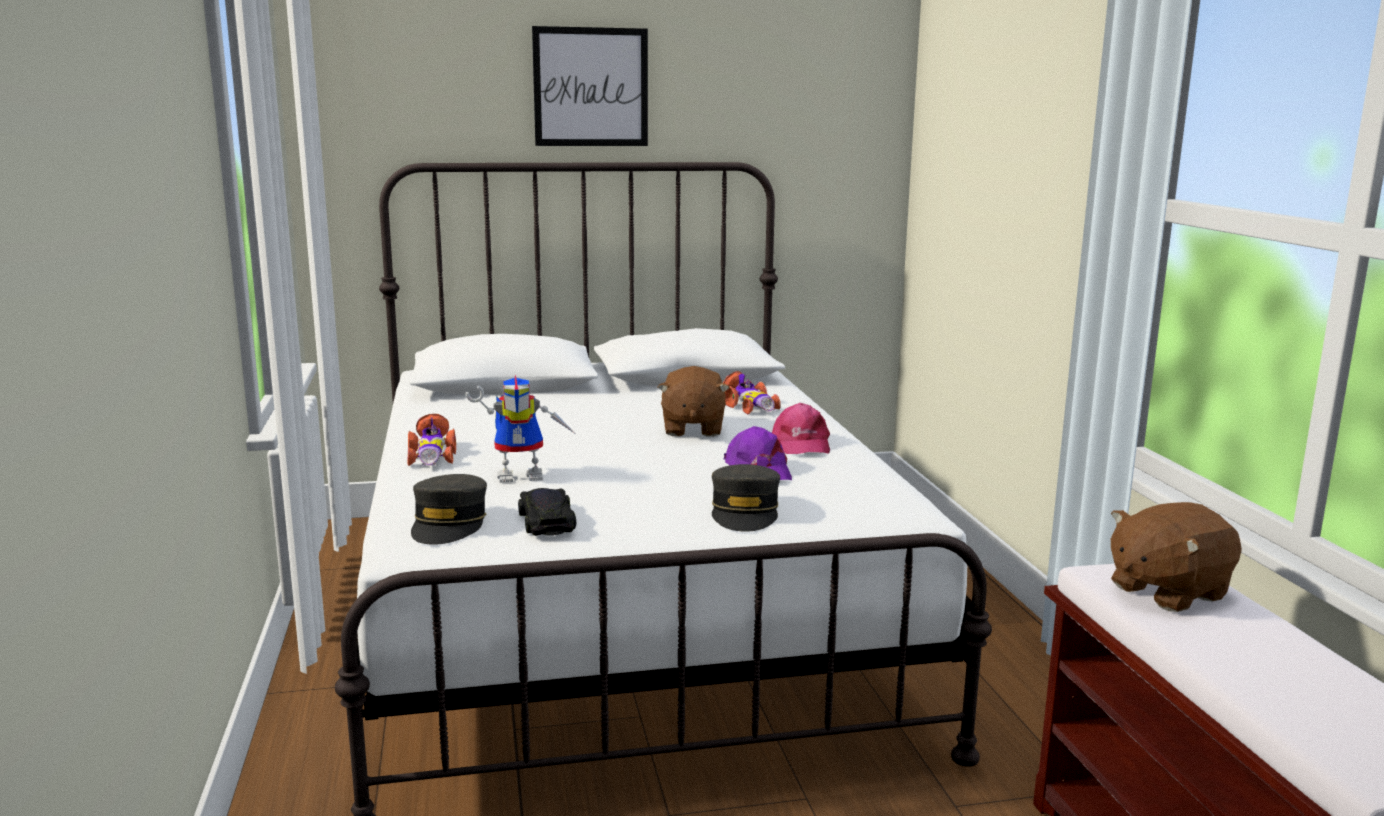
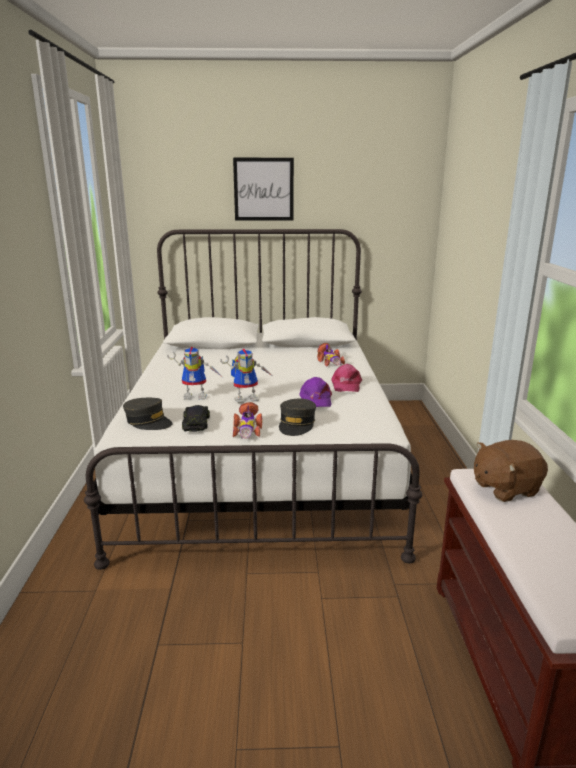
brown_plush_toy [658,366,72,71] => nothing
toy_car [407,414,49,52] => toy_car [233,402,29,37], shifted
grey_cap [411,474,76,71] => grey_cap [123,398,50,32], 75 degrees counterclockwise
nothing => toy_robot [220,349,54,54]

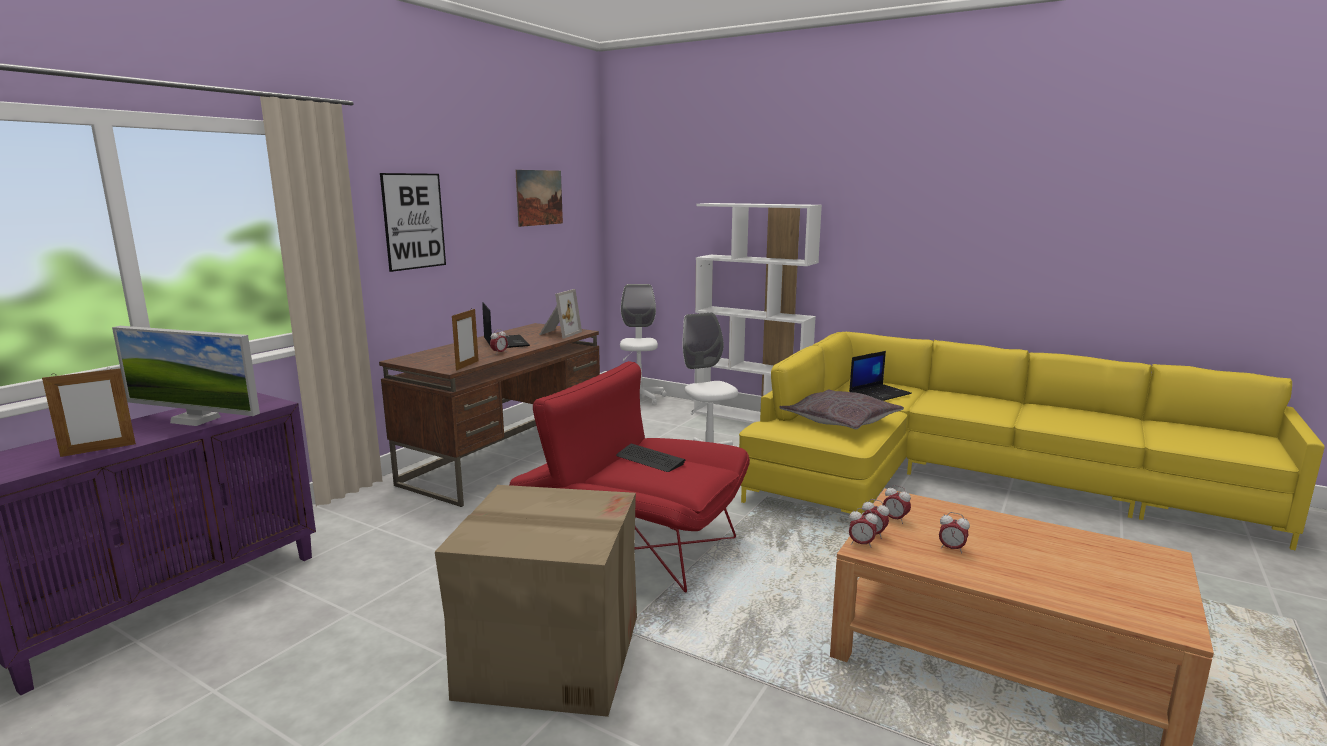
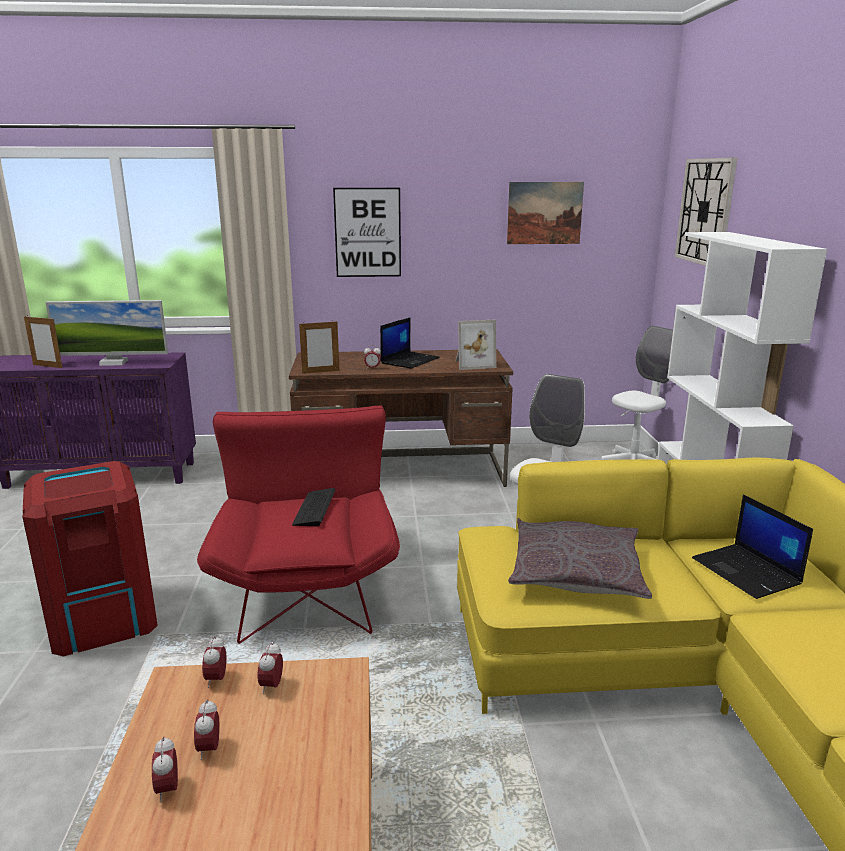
monitor [112,326,148,100] => monitor [46,300,122,66], 75 degrees counterclockwise
laptop [849,351,63,50] => laptop [692,494,121,105], 45 degrees clockwise
cardboard_box [435,485,202,232] => red_trash_can [22,461,136,195]
alarm_clock [849,508,29,40] => alarm_clock [152,737,26,65], shifted
nothing => wall_clock [675,158,62,108]

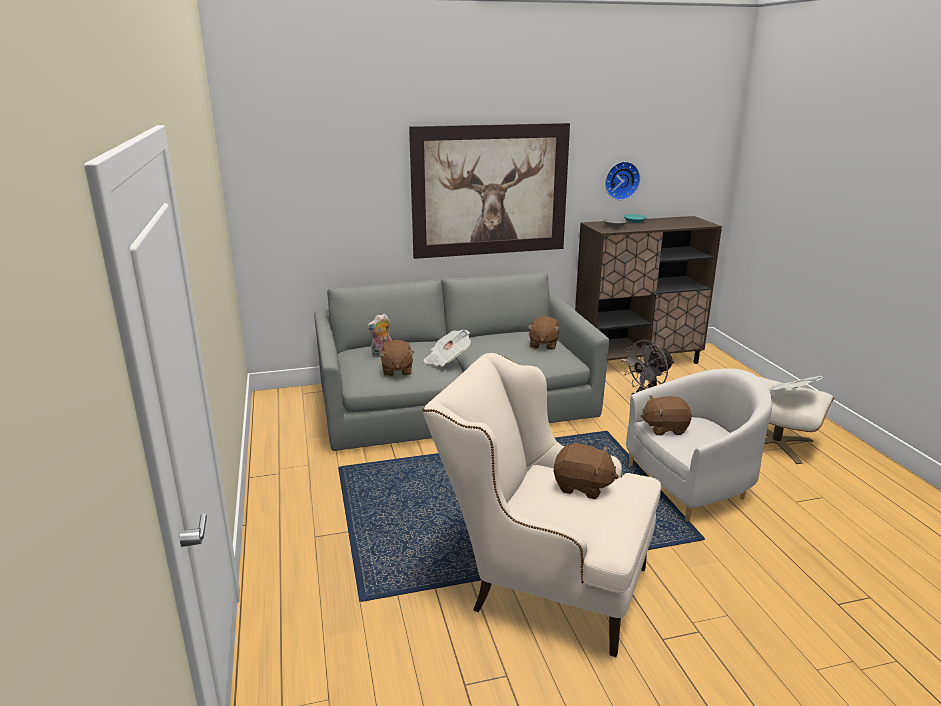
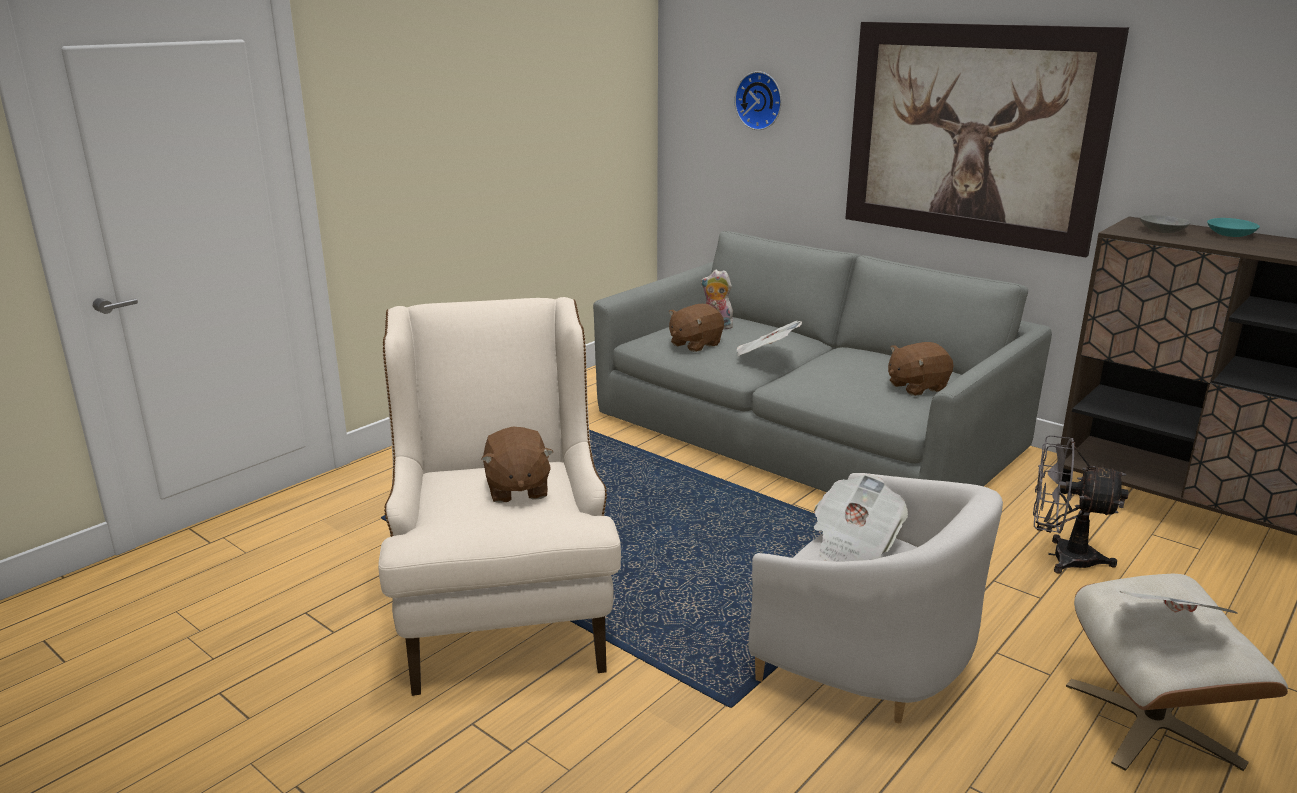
wall_clock [605,161,35,39] => wall_clock [735,71,47,59], shifted
brown_plush_toy [641,395,51,40] => newspaper [814,474,94,88]

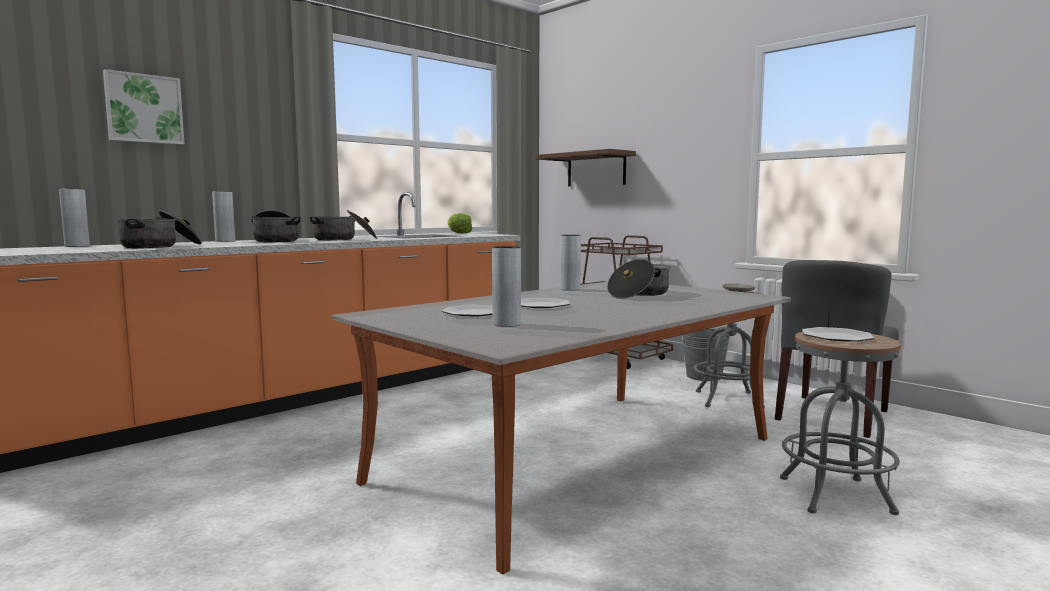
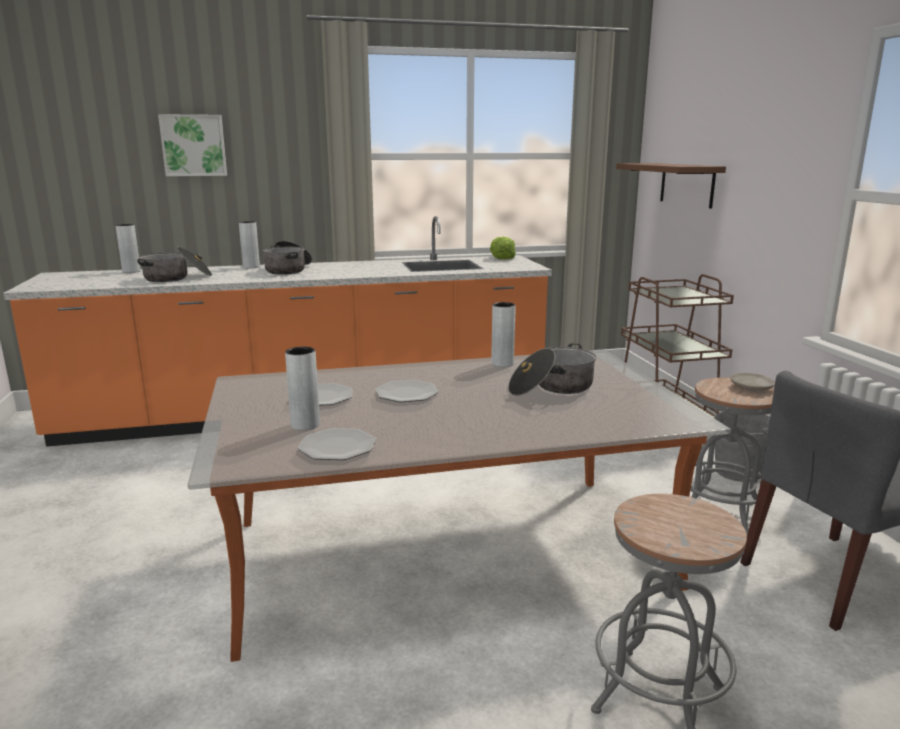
cooking_pot [310,210,67,30] => nothing
plate [802,327,73,14] => plate [298,428,78,32], shifted

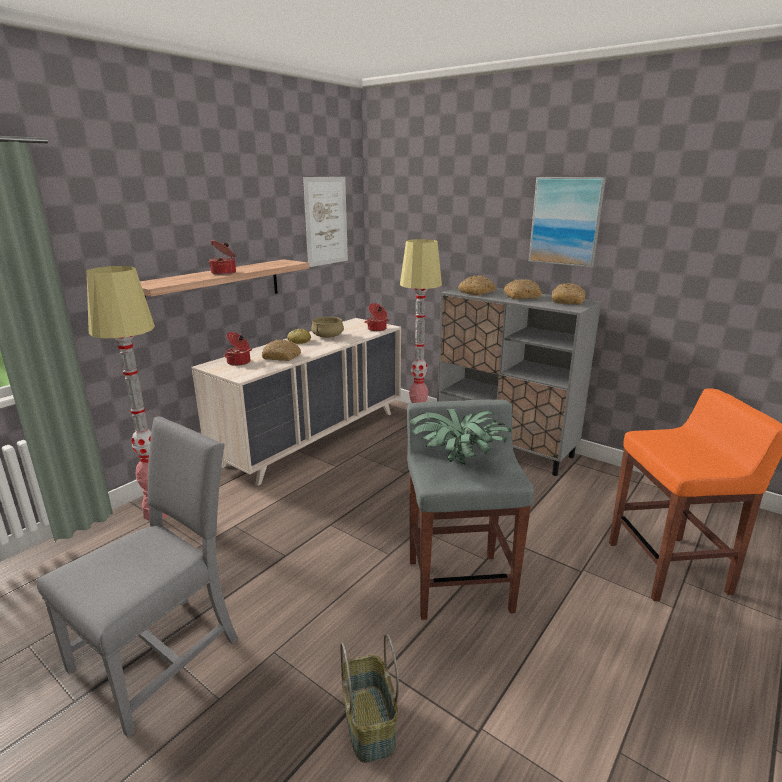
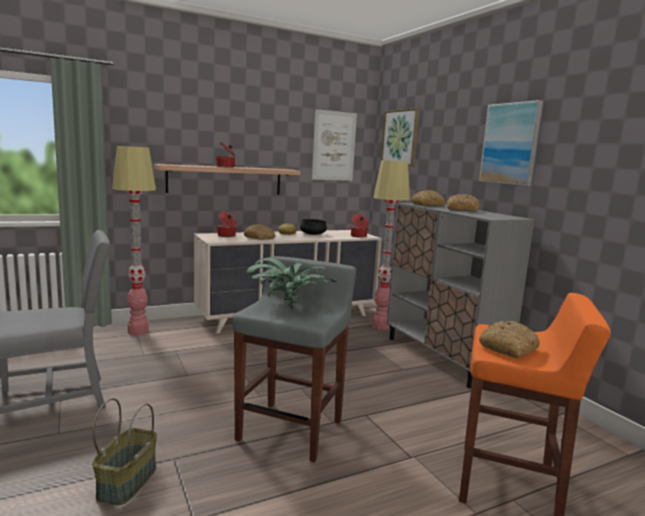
bread [552,283,33,22] => bread [479,321,61,37], shifted
beige_cooking_pot [311,317,33,21] => black_cooking_pot [300,219,27,16]
nothing => picture [381,108,39,58]

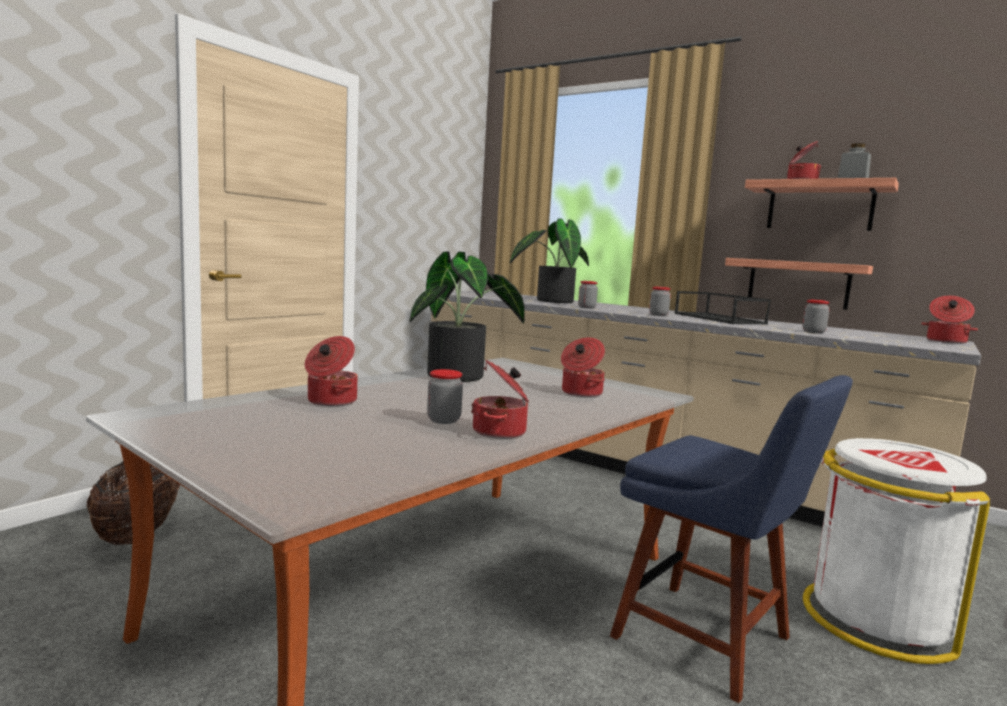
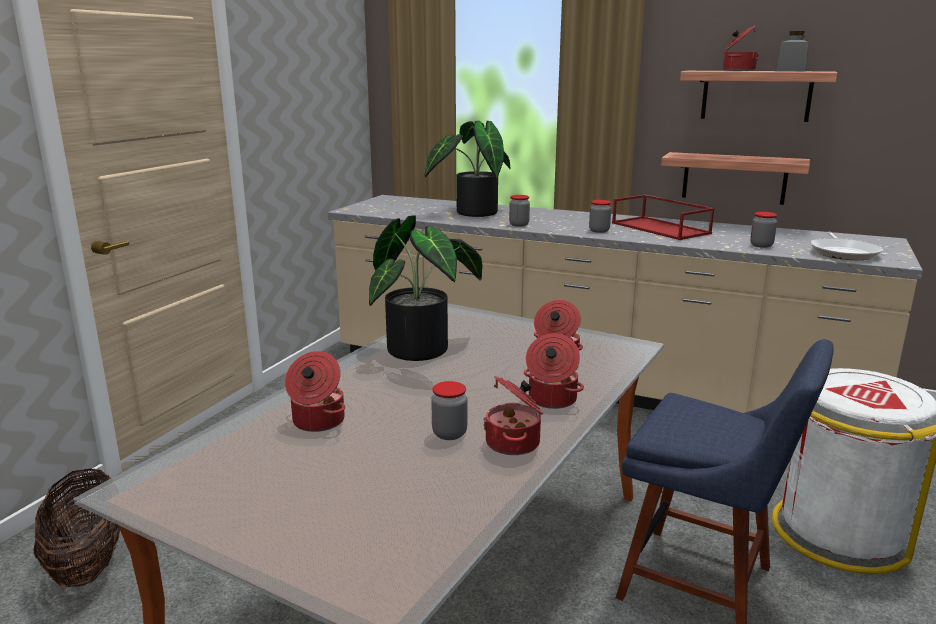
black_tray [675,291,96,34] => red_tray [612,195,103,45]
cooking_pot [921,296,57,48] => cooking_pot [524,333,60,76], shifted
nothing => frying_pan [810,232,73,28]

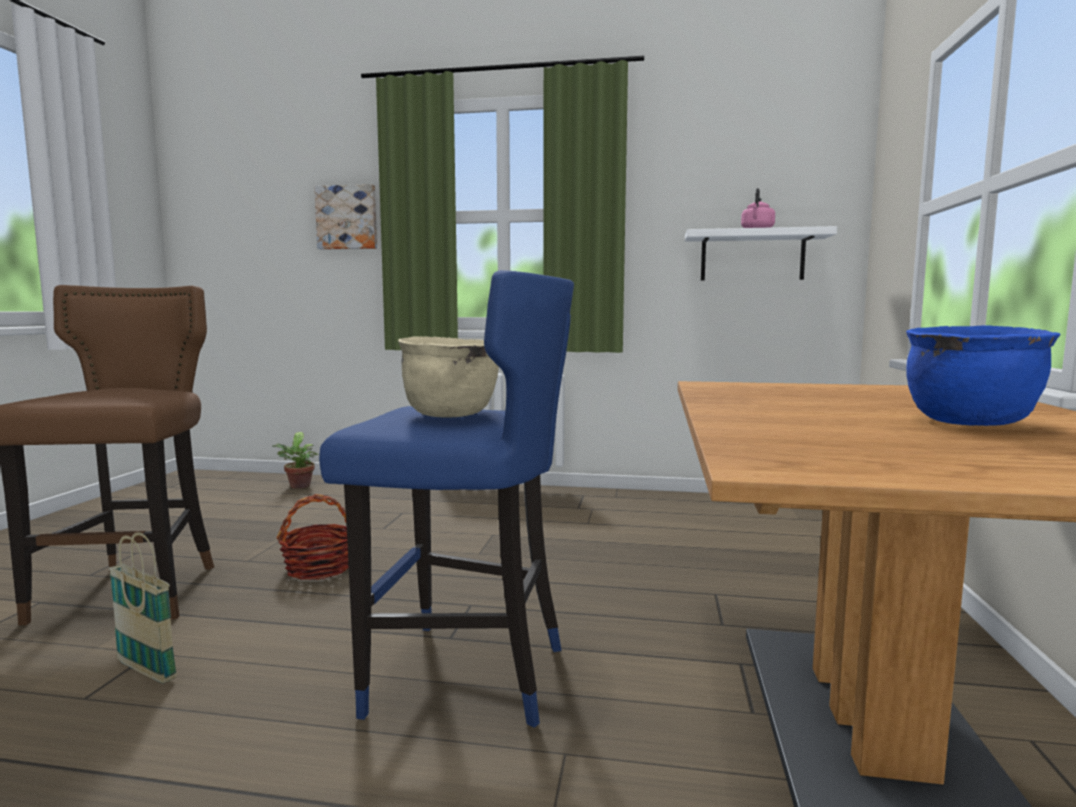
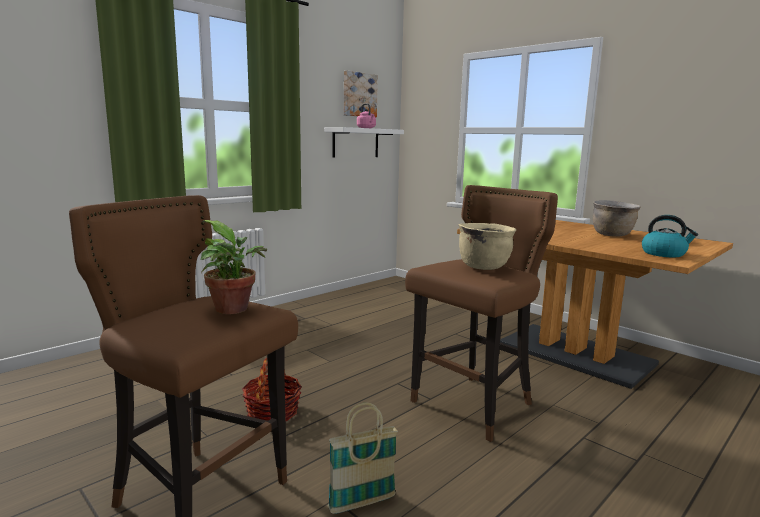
picture [314,184,63,66] => picture [344,71,34,46], shifted
blue_stool [319,270,255,458] => brown_stool [405,185,153,257]
blue_cooking_pot [906,325,155,101] => brown_cooking_pot [593,200,48,37]
potted_plant [272,432,47,57] => potted_plant [201,220,66,94], shifted
nothing => kettle [642,215,56,42]

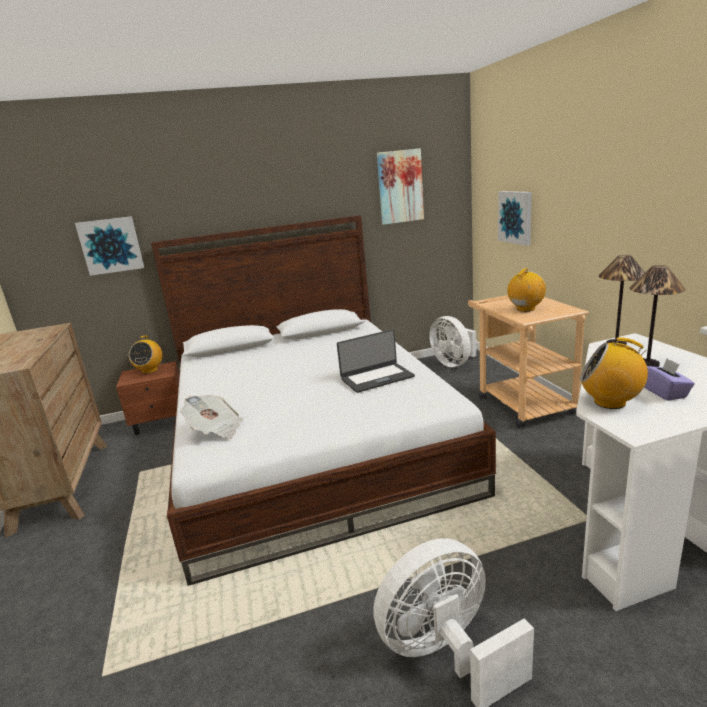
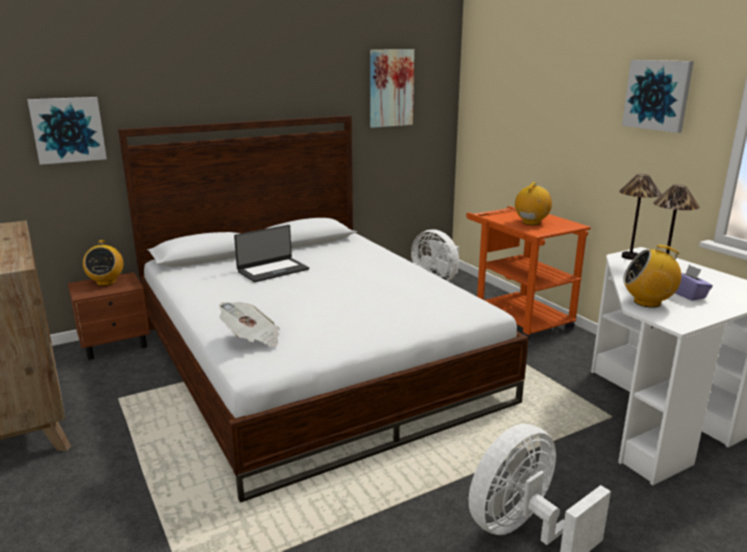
picture [498,191,34,55] => picture [622,60,72,73], shifted
beige_cart [468,295,121,133] => orange_cart [466,206,125,133]
laptop [337,329,78,64] => laptop [234,225,75,57], shifted

